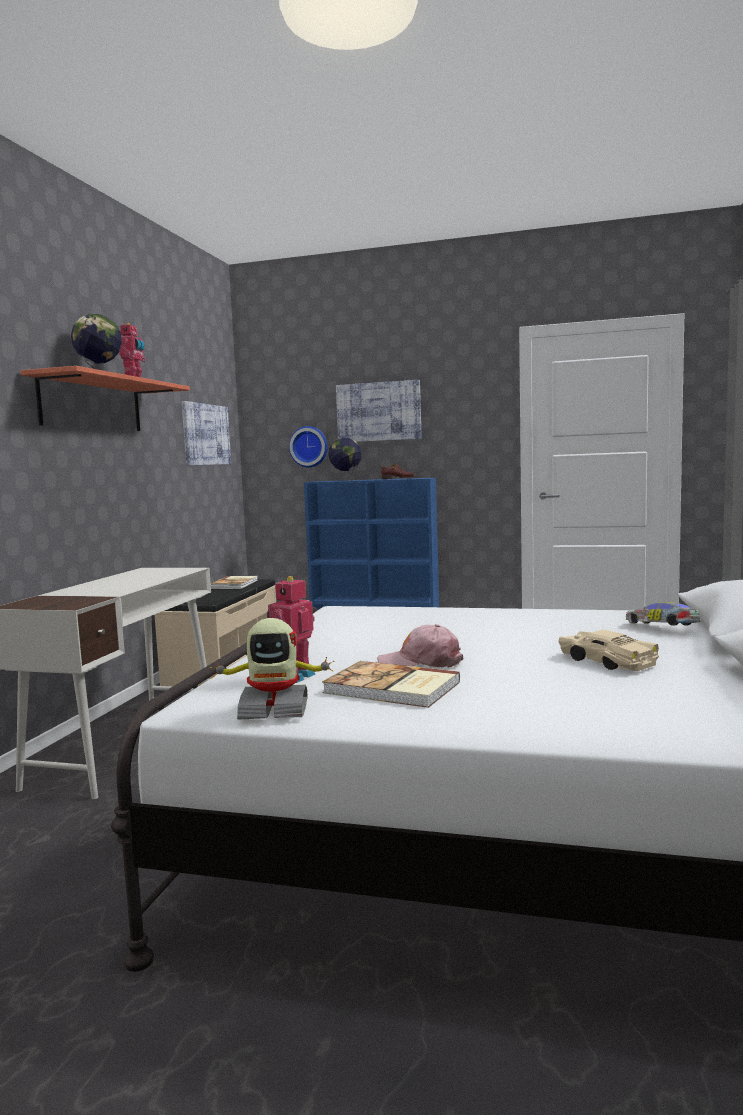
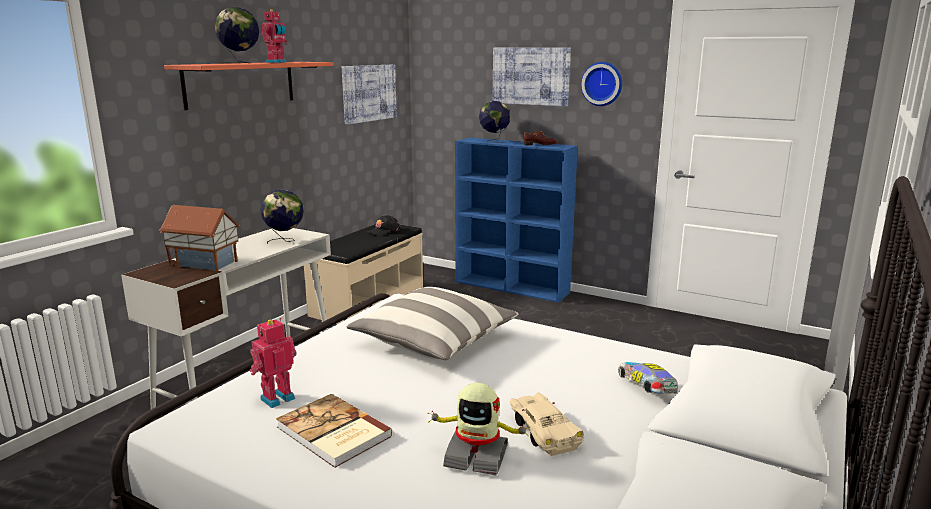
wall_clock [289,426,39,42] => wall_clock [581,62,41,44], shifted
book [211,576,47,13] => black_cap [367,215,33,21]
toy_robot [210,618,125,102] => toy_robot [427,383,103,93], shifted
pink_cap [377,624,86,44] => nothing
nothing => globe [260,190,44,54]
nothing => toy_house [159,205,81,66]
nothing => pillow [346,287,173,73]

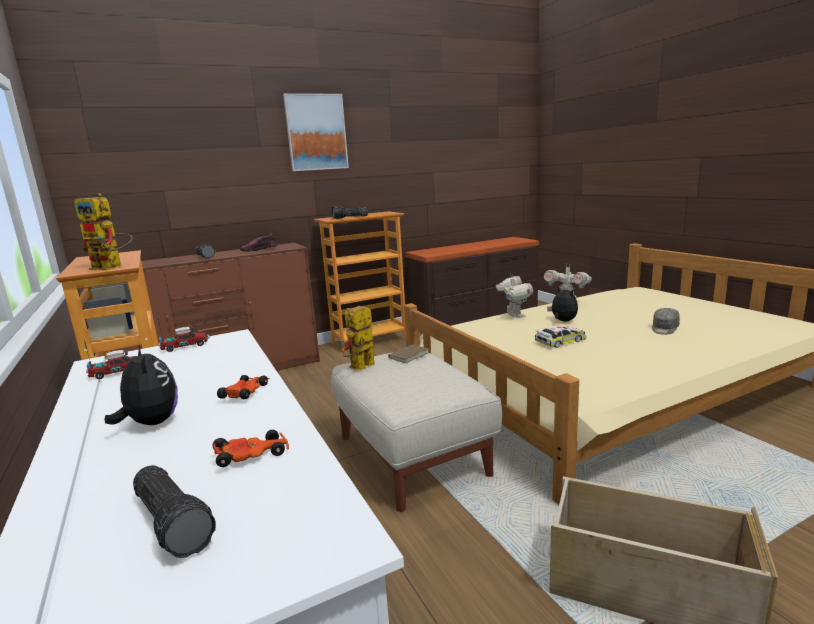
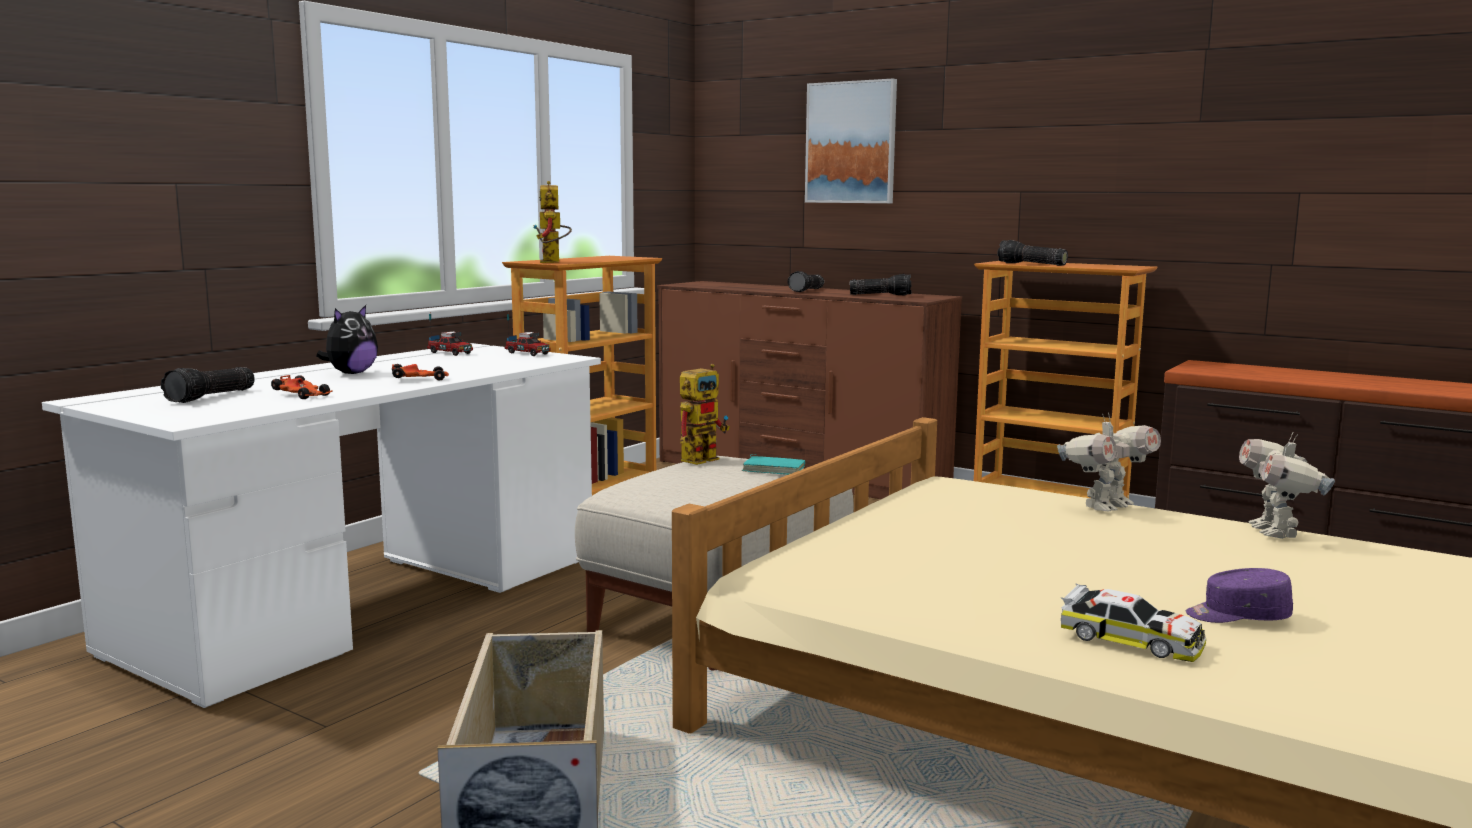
picture [283,93,66,78] => picture [805,79,92,124], shifted
shoe [240,232,38,20] => flashlight [850,274,61,21]
plush_toy [547,286,31,35] => nothing
toy_robot [340,306,35,64] => toy_robot [680,364,50,101], 120 degrees clockwise
grey_cap [652,308,28,27] => purple_cap [1186,568,107,55]
toy_car [535,326,51,22] => toy_car [1061,584,145,78], shifted
brown_book [386,345,43,18] => turquoise_book [742,454,63,21]

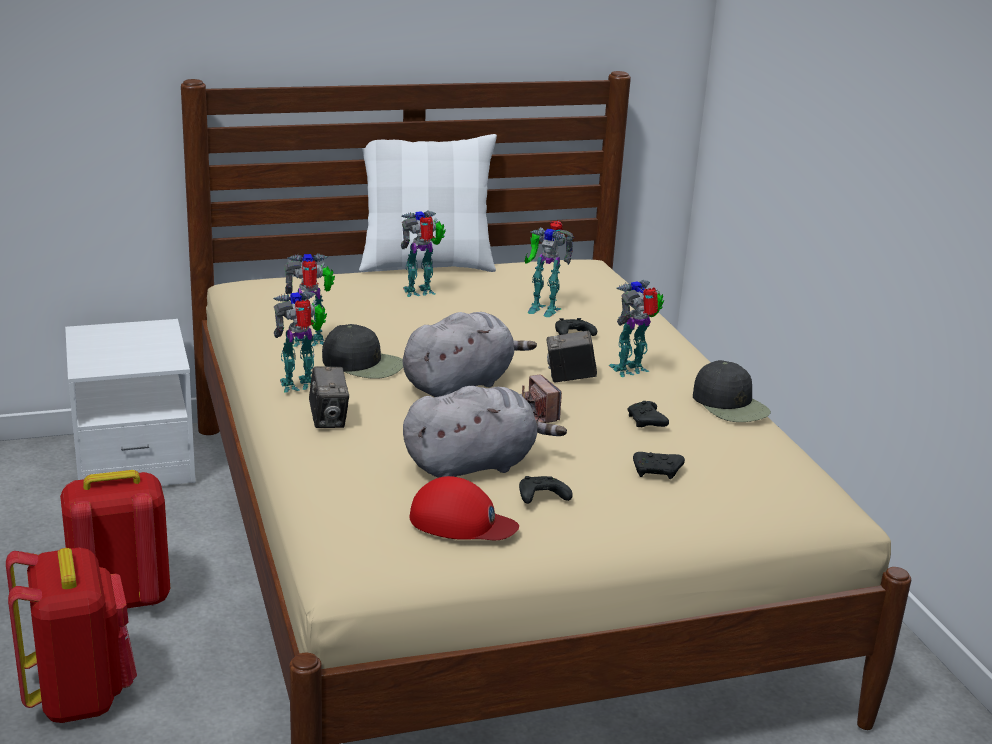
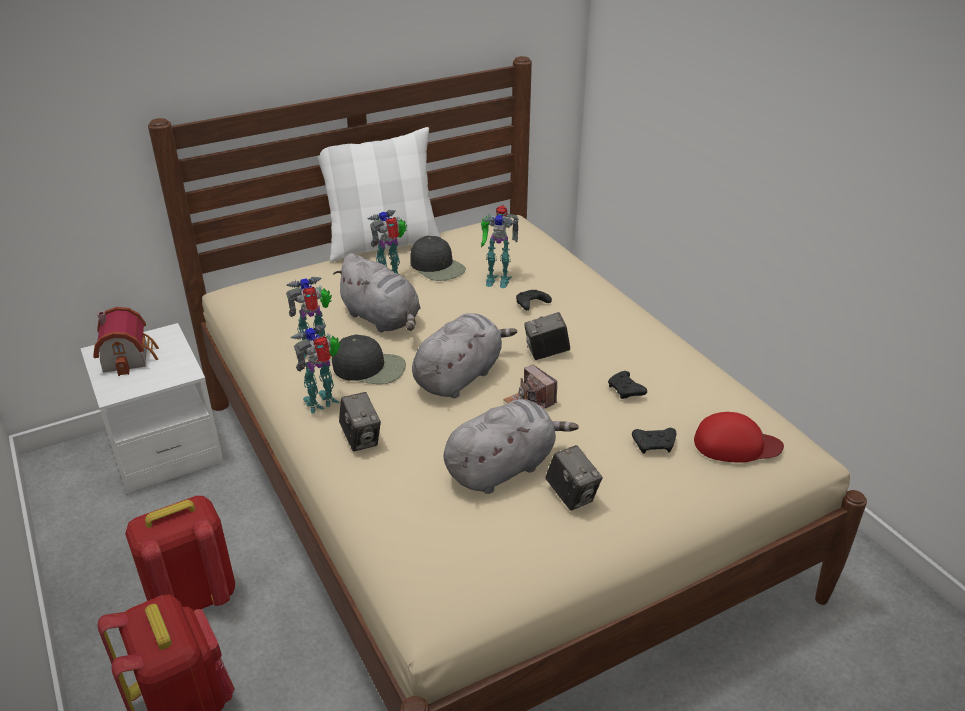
toy_robot [609,280,55,97] => nothing
black_cap [693,360,78,62] => black_cap [410,236,56,45], shifted
red_cap [410,476,109,64] => red_cap [694,412,90,51], shifted
black_game_controller [519,476,54,28] => photo_camera [546,445,57,66]
nothing => grey_plush_toy [333,253,88,80]
nothing => toy_house [93,307,66,69]

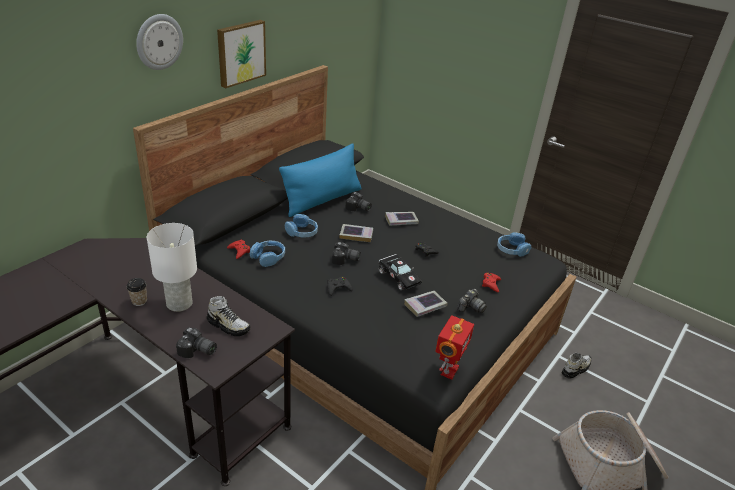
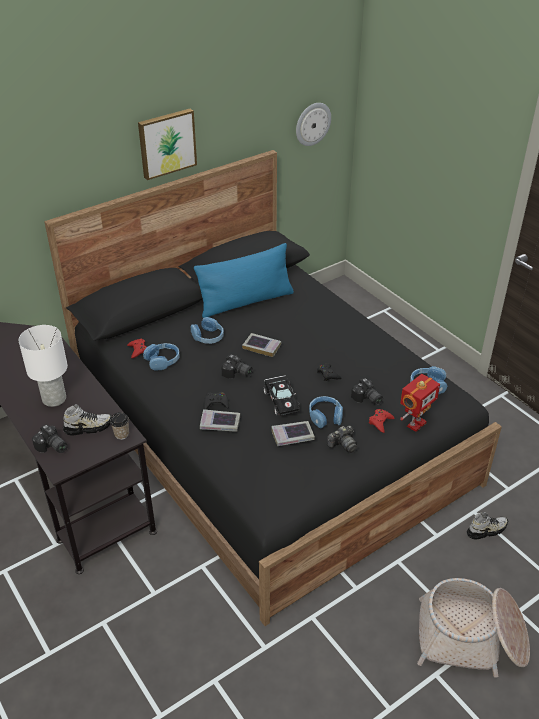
wall_clock [136,14,47,56] => wall_clock [296,103,35,43], shifted
photo_camera [345,192,27,20] => photo_camera [351,378,32,27], shifted
book [385,212,34,13] => book [200,409,40,23], shifted
cup [126,278,21,28] => cup [110,412,19,28], shifted
shoe [207,296,43,40] => shoe [63,404,49,31], 60 degrees counterclockwise
toy_robot [435,315,39,65] => toy_robot [400,374,40,58], shifted
nothing => blue_headphones [309,396,34,32]

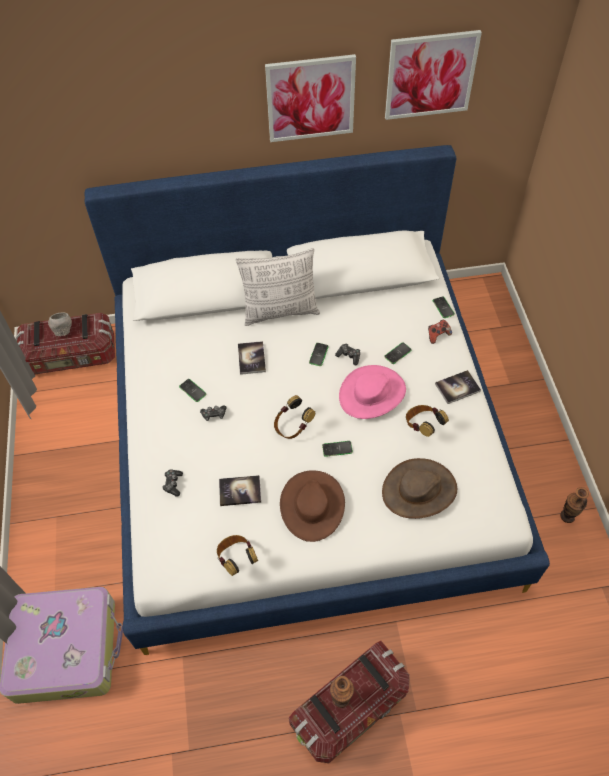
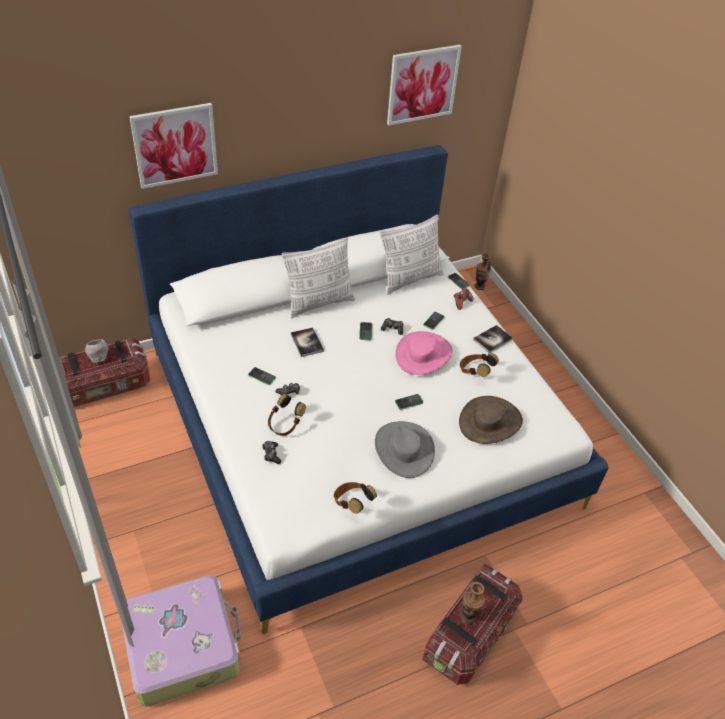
picture [265,54,91,88] => picture [129,103,89,86], shifted
headphones [274,395,41,44] => headphones [268,394,38,42], shifted
brown_hat [280,470,65,72] => grey_hat [375,421,60,57]
book [219,475,42,31] => nothing
vase [560,487,29,36] => vase [475,253,16,37], shifted
nothing => pillow [380,214,64,81]

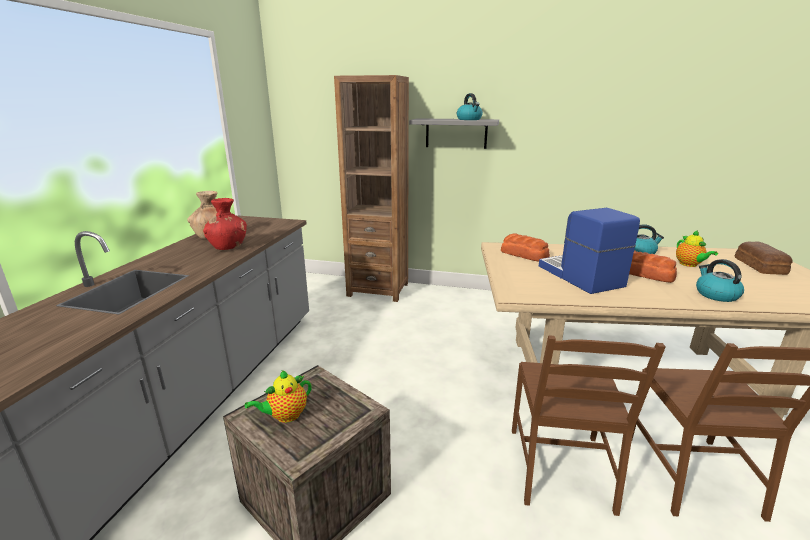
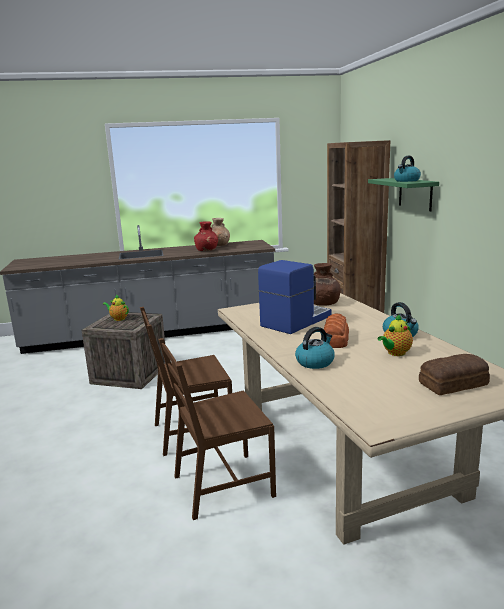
grey_shelf [409,118,90,31] => green_shelf [368,178,71,33]
bread [501,233,49,29] => brown_vase [314,263,27,43]

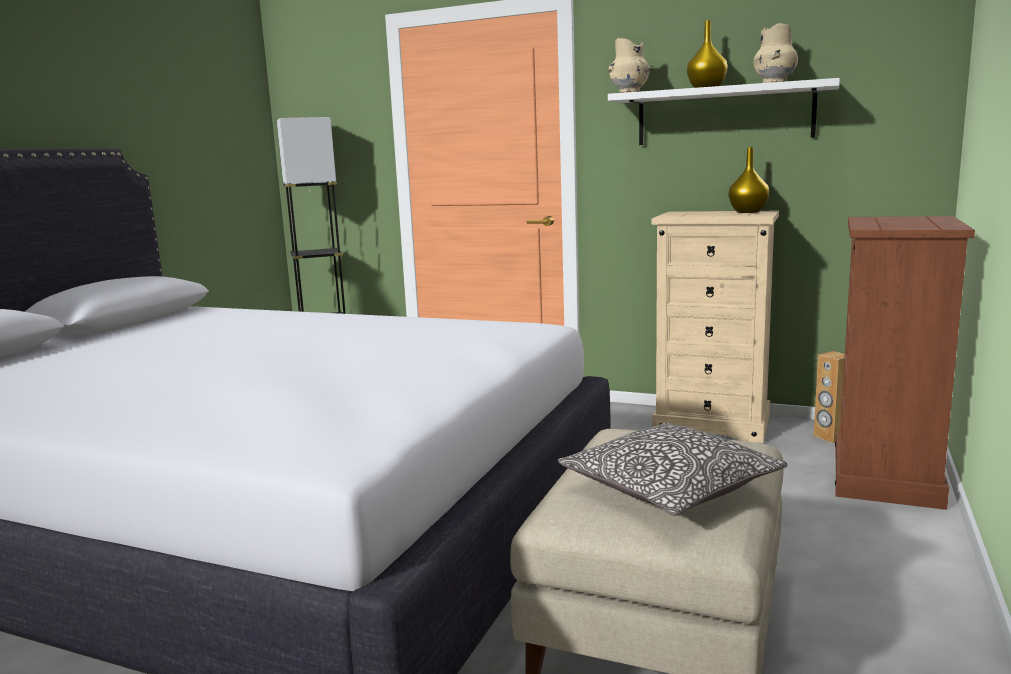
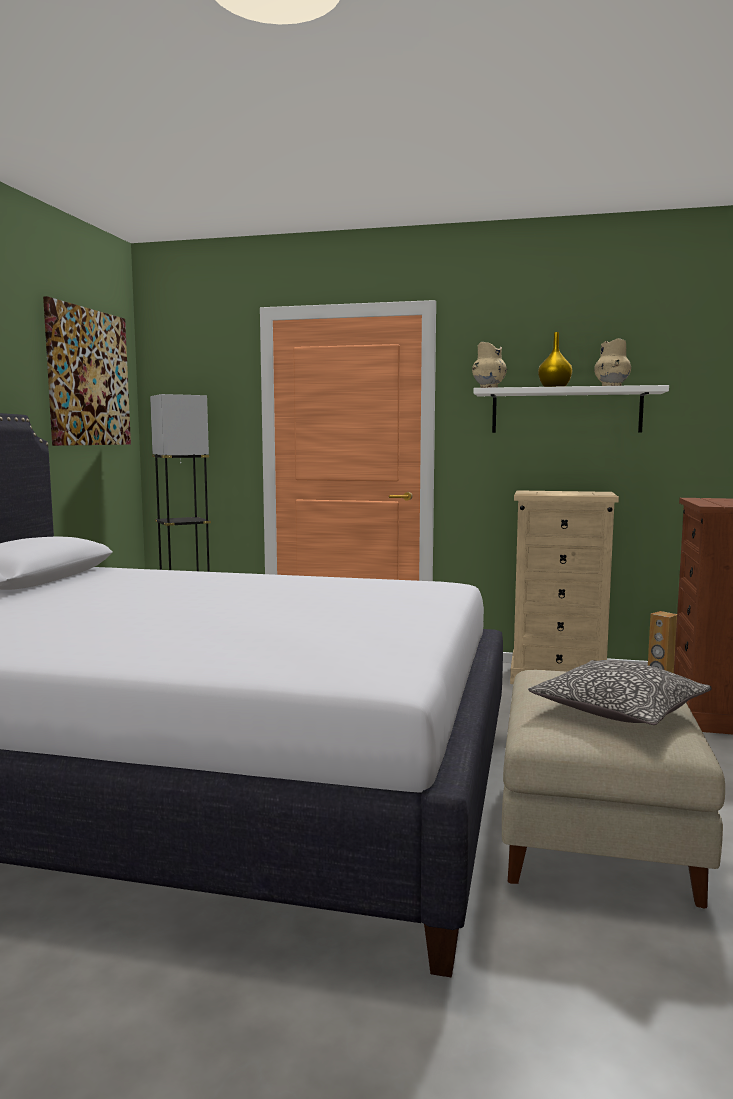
yellow_vase [729,147,40,66] => nothing
nothing => picture [43,296,88,150]

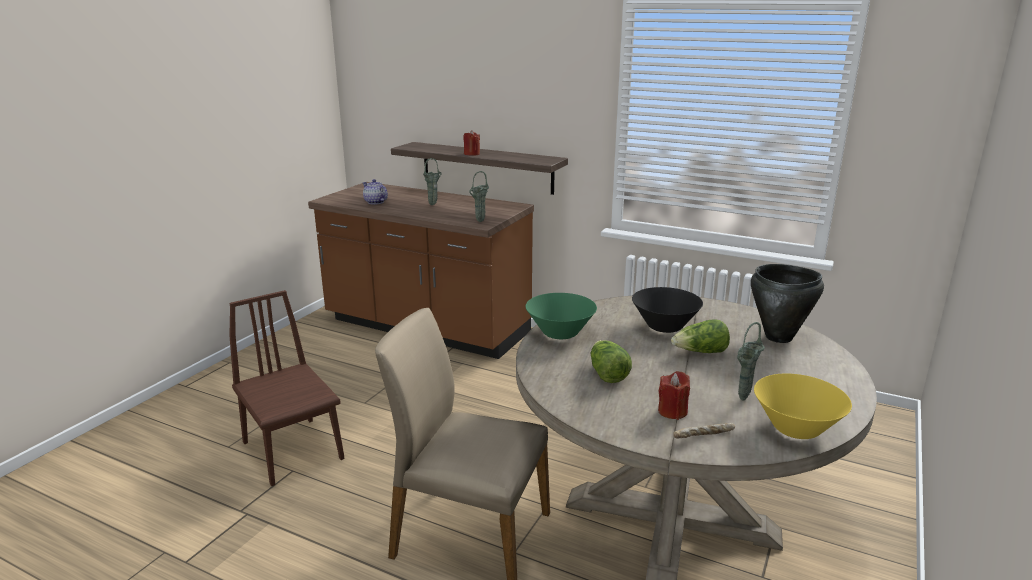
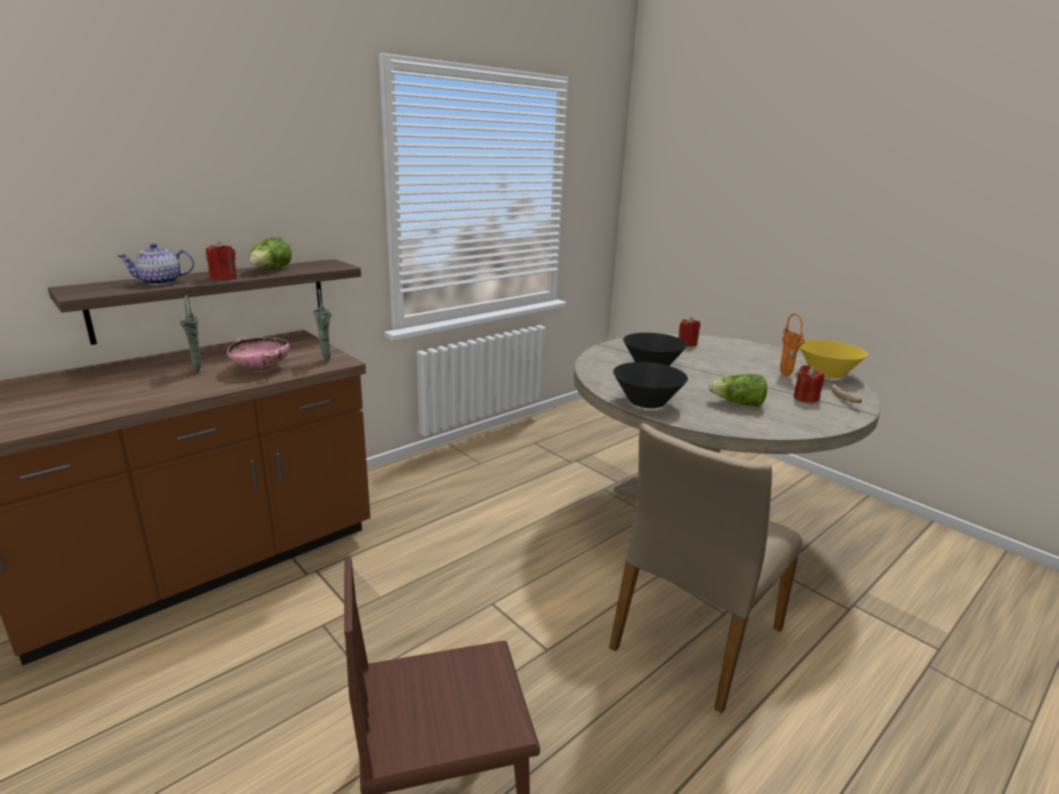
teapot [363,179,25,26] => teapot [117,243,77,42], shifted
black_cooking_pot [751,264,73,79] => red_candle [678,317,23,30]
green_bowl [525,293,72,46] => black_bowl [613,362,75,46]
lettuce [671,320,59,33] => lettuce [249,237,43,32], shifted
green_vase [737,322,28,79] => orange_vase [780,313,25,63]
nothing => pink_bowl [227,337,63,34]

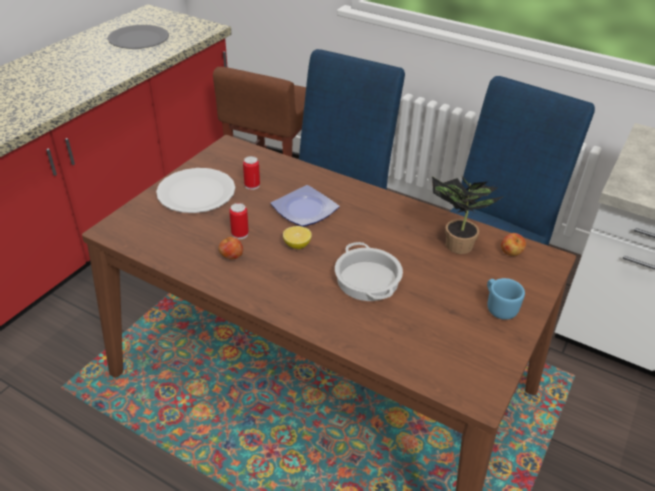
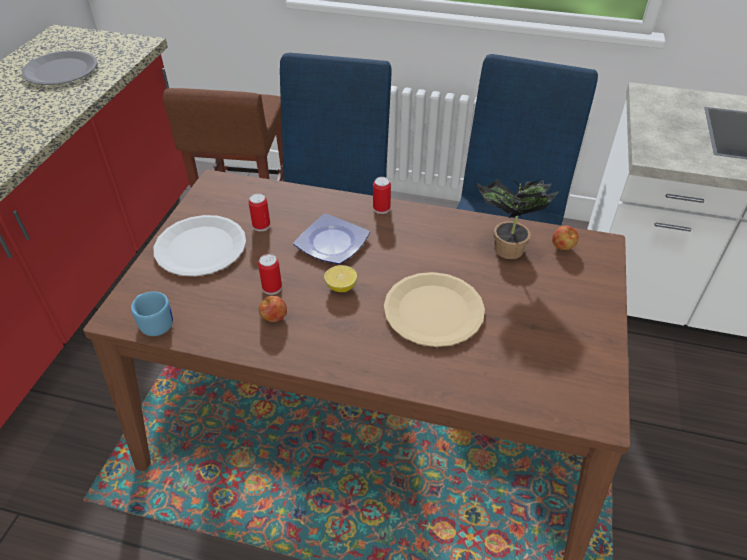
cooking_pot [335,242,68,59] => beige_plate [384,272,101,75]
blue_mug [487,278,38,42] => blue_mug [131,291,42,45], shifted
nothing => can [373,177,18,37]

